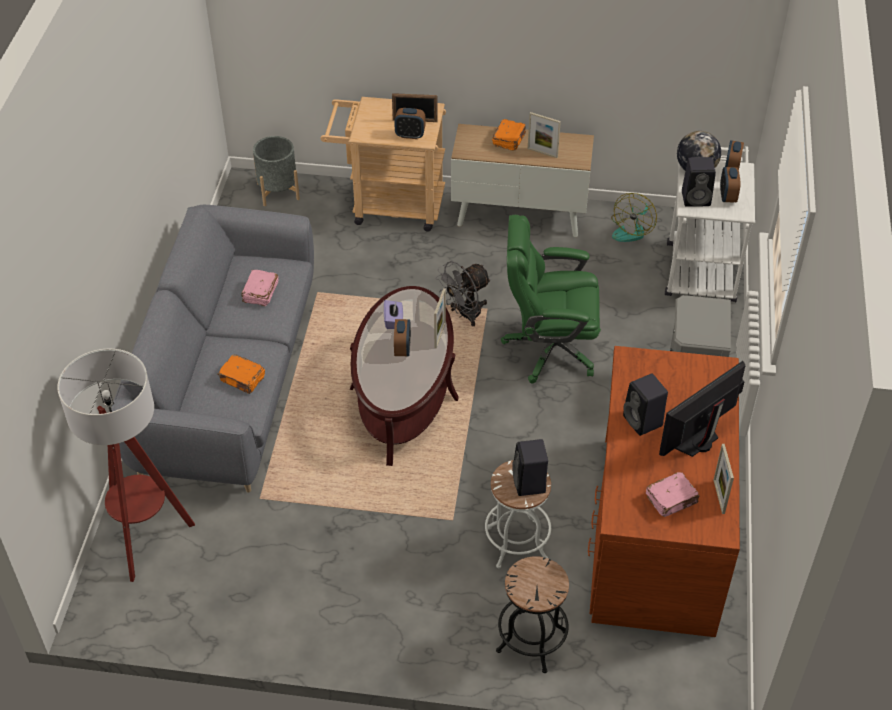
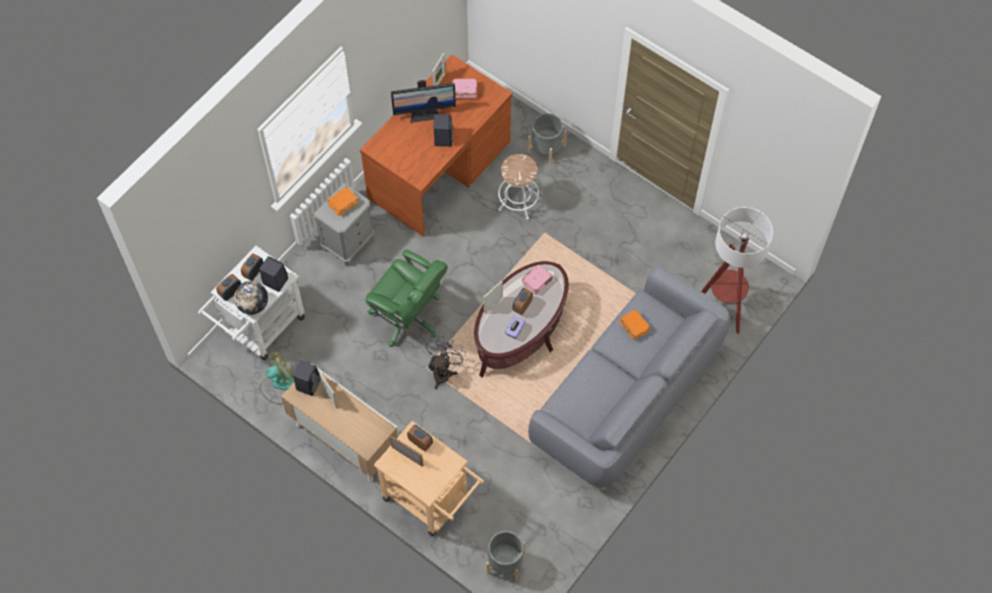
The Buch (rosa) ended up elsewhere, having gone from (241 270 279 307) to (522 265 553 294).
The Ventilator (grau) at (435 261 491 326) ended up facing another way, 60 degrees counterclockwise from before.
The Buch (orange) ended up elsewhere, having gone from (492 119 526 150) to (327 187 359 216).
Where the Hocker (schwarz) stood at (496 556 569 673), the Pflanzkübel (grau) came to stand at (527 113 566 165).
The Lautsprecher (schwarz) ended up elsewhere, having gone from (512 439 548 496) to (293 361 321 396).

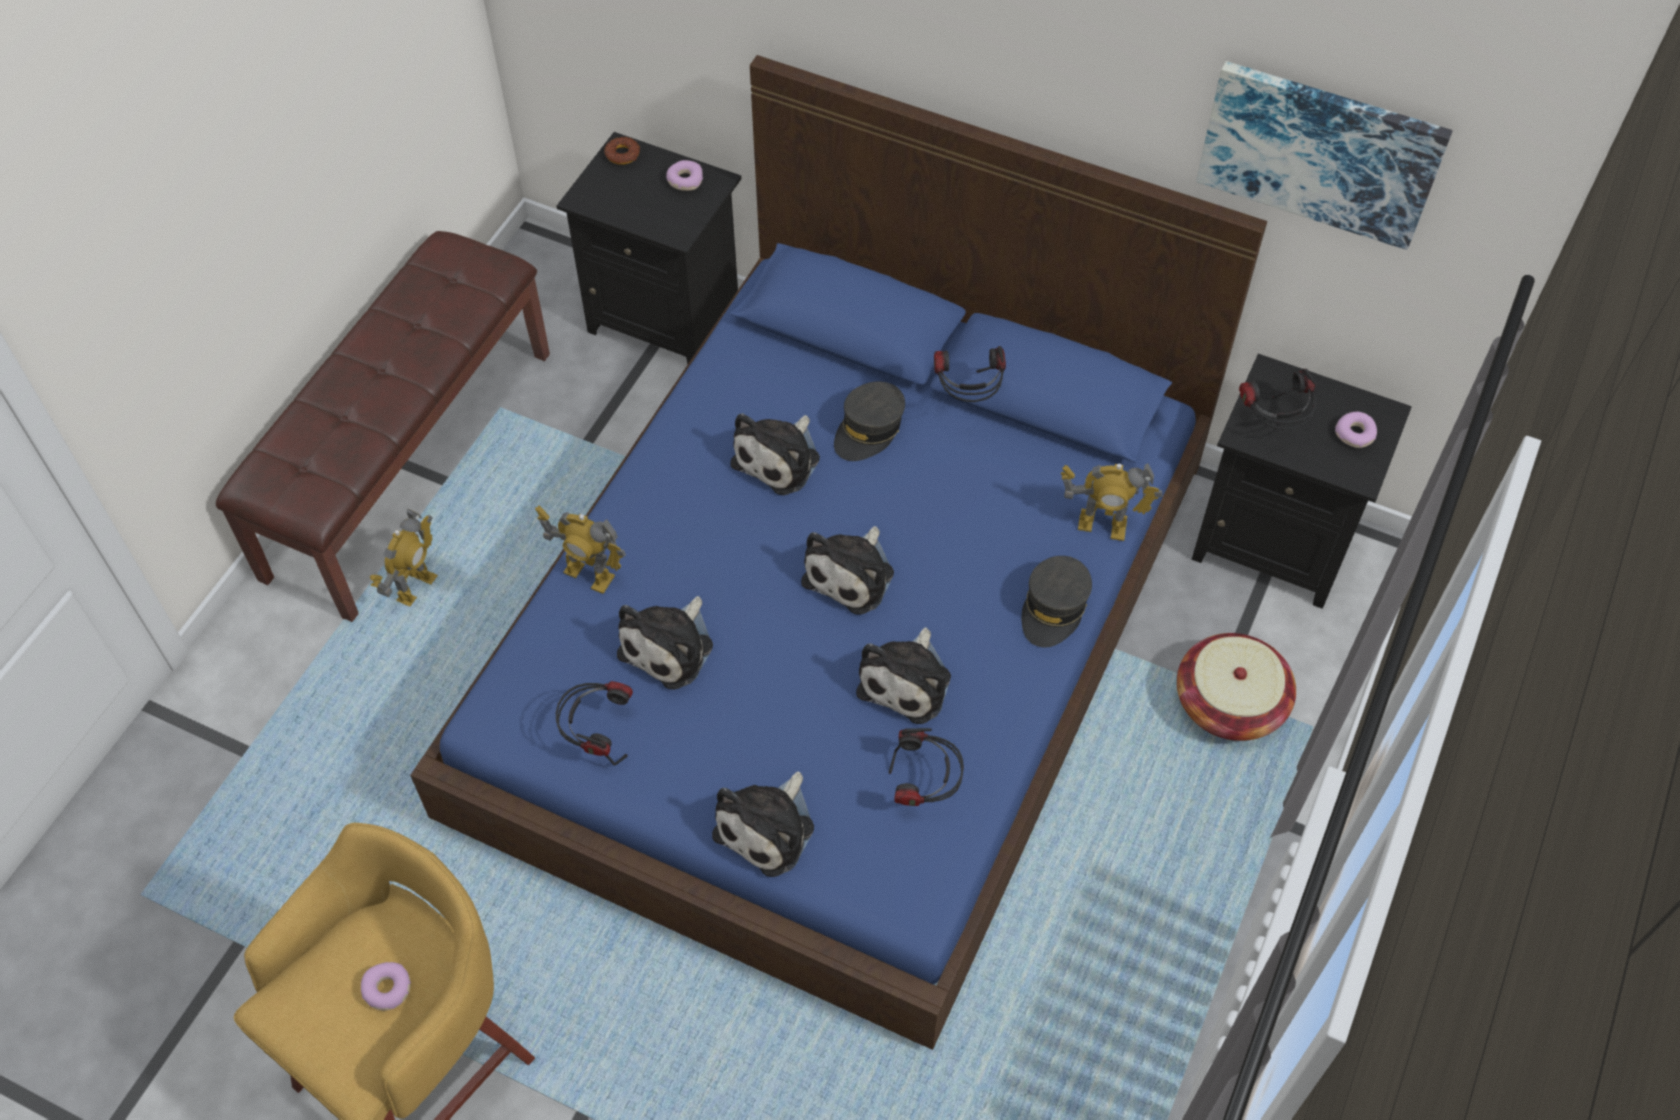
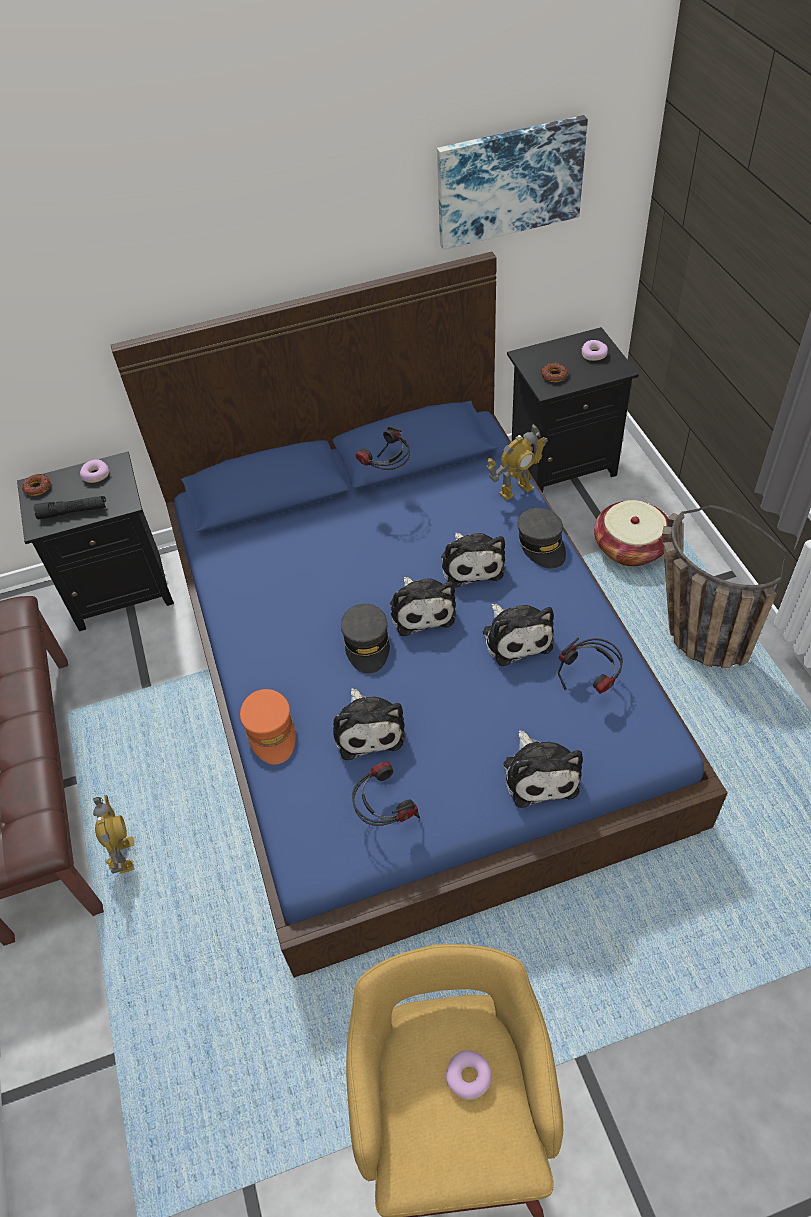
Where the Spielzeugroboter stood at (535 506 626 594), the Kappe (orange) came to stand at (240 689 296 764).
The Plüschtier ended up elsewhere, having gone from (730 413 820 495) to (441 533 505 588).
The Kappe (grau) ended up elsewhere, having gone from (834 382 905 461) to (341 604 390 674).
Where the Kopfhörer stood at (1239 369 1317 430), the Donut came to stand at (541 363 568 382).
The second view gained the Taschenlampe (schwarz) at (34 496 106 519).
The second view gained the Korb at (662 505 787 668).

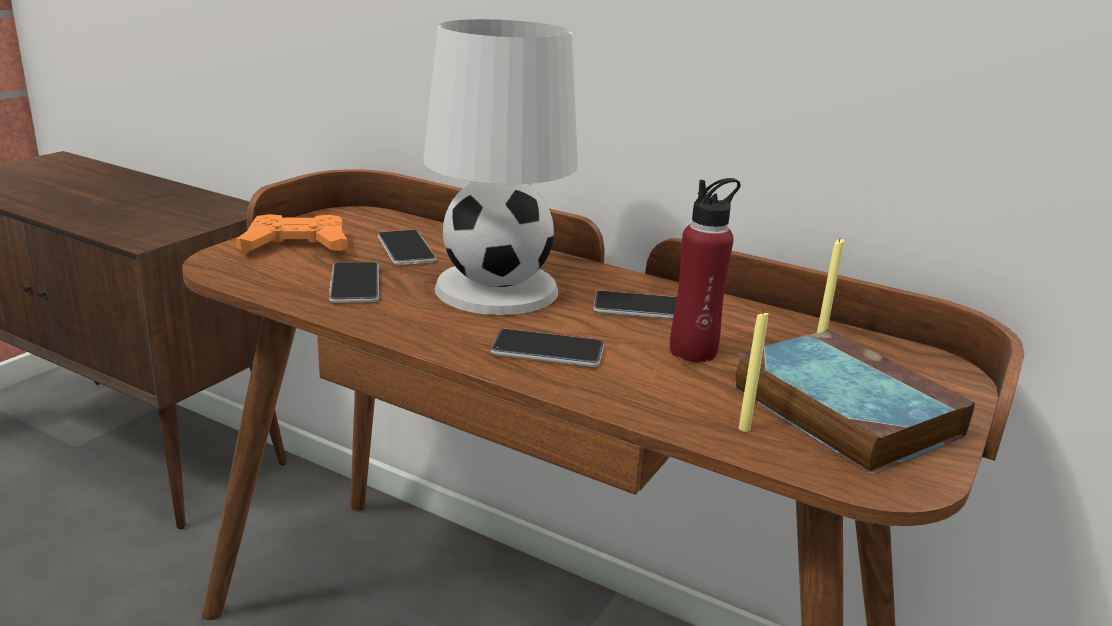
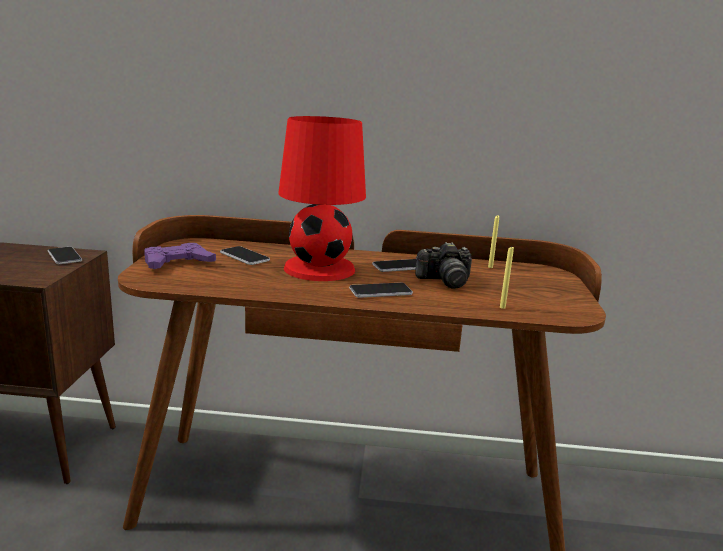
What was the Gamepad (orange) at (236 214 348 251) turned into the Gamepad (lila) at (144 243 216 269).
The Handy ended up elsewhere, having gone from (329 262 379 303) to (48 247 82 264).
What was the Tischlampe (weiß) at (423 19 578 315) turned into the Tischlampe (rot) at (278 116 366 281).
Where the Flasche (rot) stood at (670 178 741 362), the Kamera came to stand at (415 242 472 289).
The second view lost the Buch at (733 329 975 475).

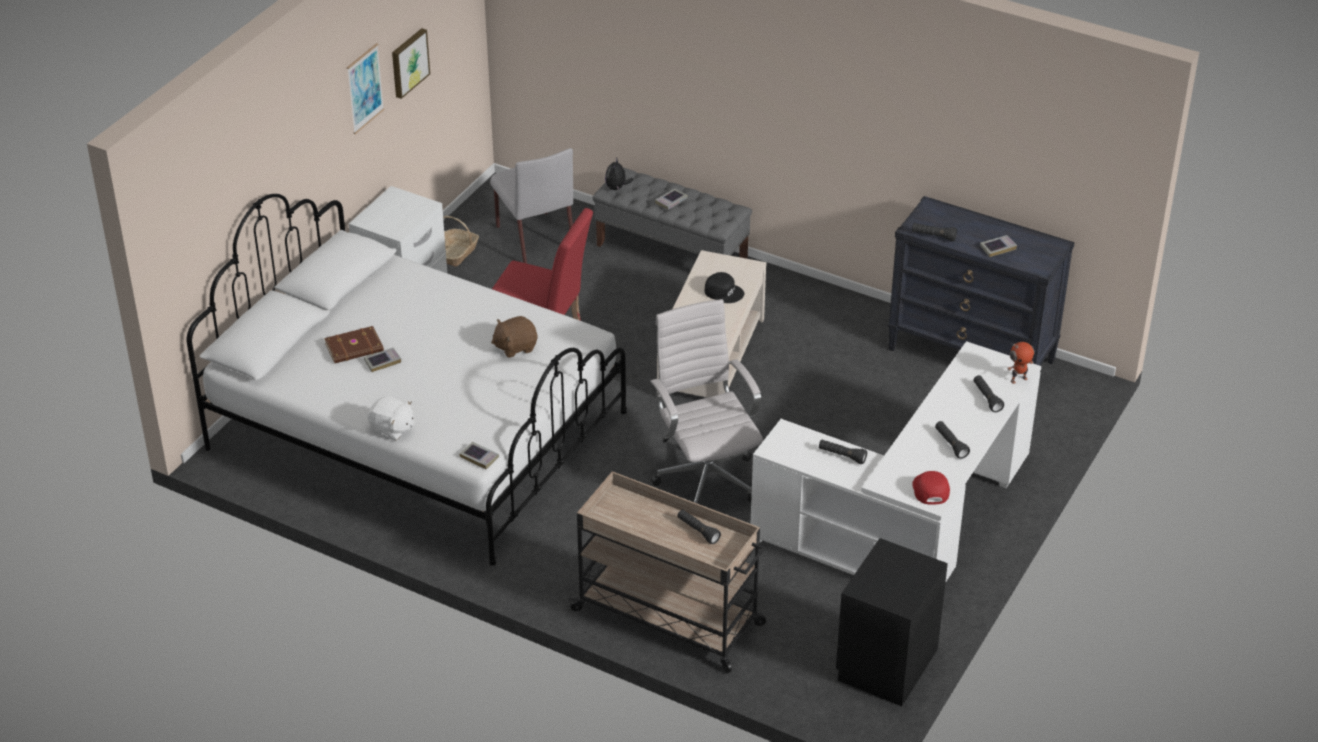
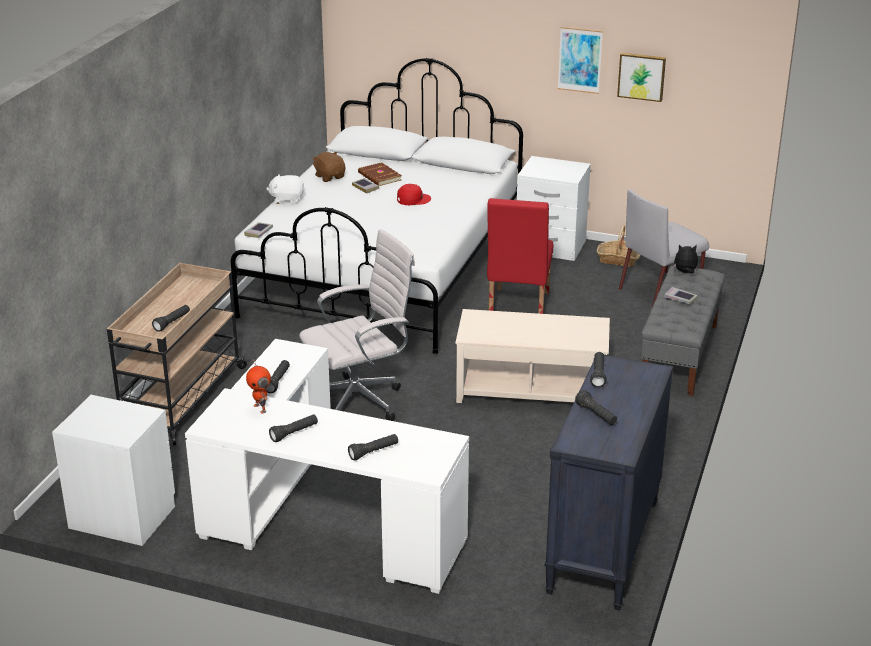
The Plüschtier (weiß) at (367 396 414 441) ended up facing another way, 75 degrees clockwise from before.
The Plüschtier (braun) ended up elsewhere, having gone from (491 316 537 358) to (312 152 345 182).
The second view lost the Kappe (schwarz) at (704 272 744 303).
What was the Nachttisch (schwarz) at (836 538 948 706) turned into the Nachttisch (weiß) at (52 395 175 546).
The Kappe (rot) ended up elsewhere, having gone from (912 471 950 505) to (397 184 431 205).
Where the Buch stood at (980 235 1017 257), the Taschenlampe (schwarz) came to stand at (575 390 617 425).
The Spielzeugroboter ended up elsewhere, having gone from (1007 342 1035 384) to (246 358 271 414).

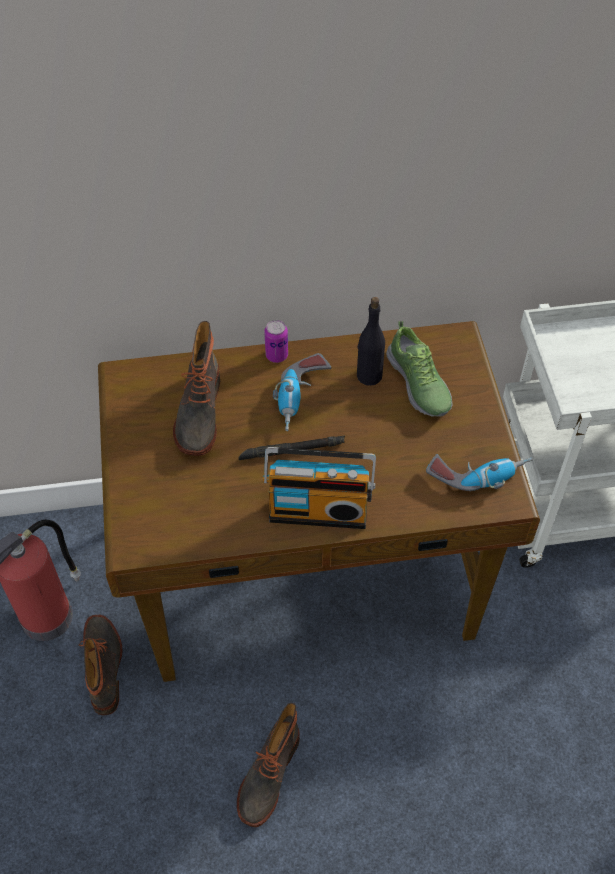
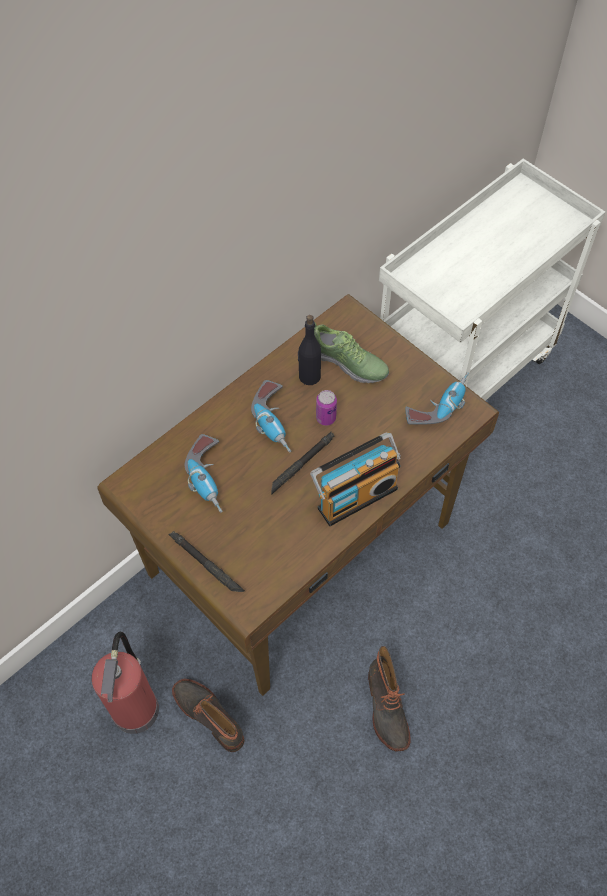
Where the Stiefel stood at (173 321 220 456), the Bohrmaschine came to stand at (185 434 223 513).
The Dose ended up elsewhere, having gone from (264 320 288 363) to (316 390 337 426).
The second view gained the Taschenlampe (schwarz) at (169 531 245 592).

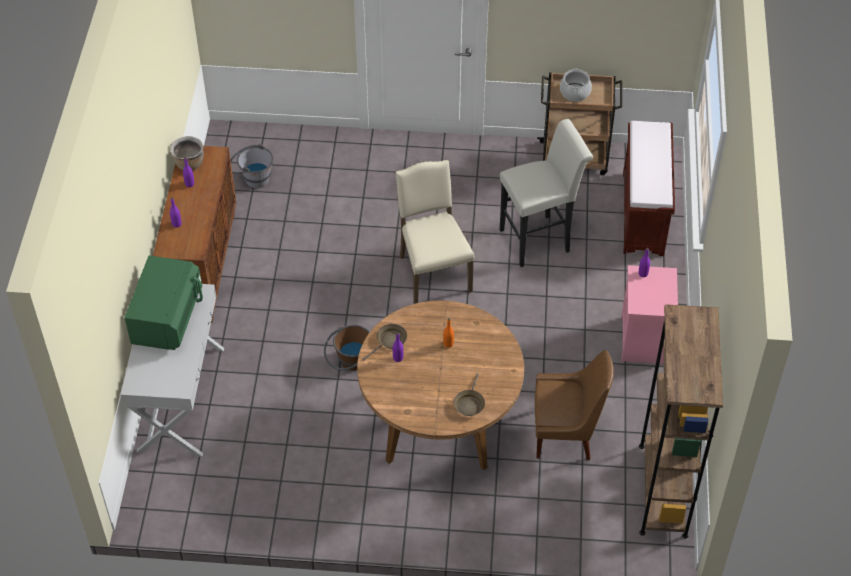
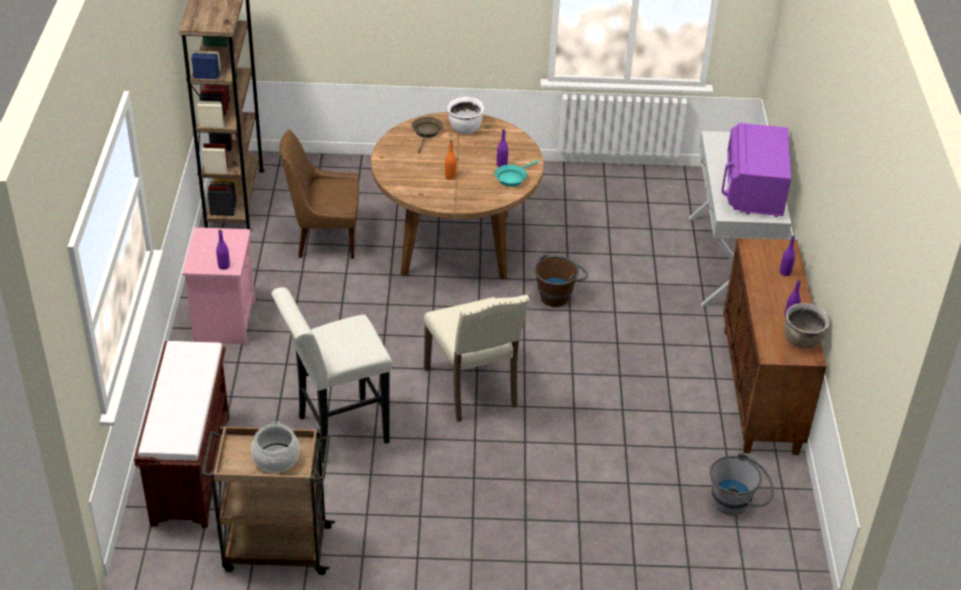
What was the Mikrowelle (grün) at (125 256 203 350) turned into the Mikrowelle (lila) at (722 123 791 217).
What was the Pfanne (braun) at (363 324 407 360) turned into the Pfanne (türkis) at (495 160 539 187).
The second view gained the Kochtopf (weiß) at (447 97 484 134).

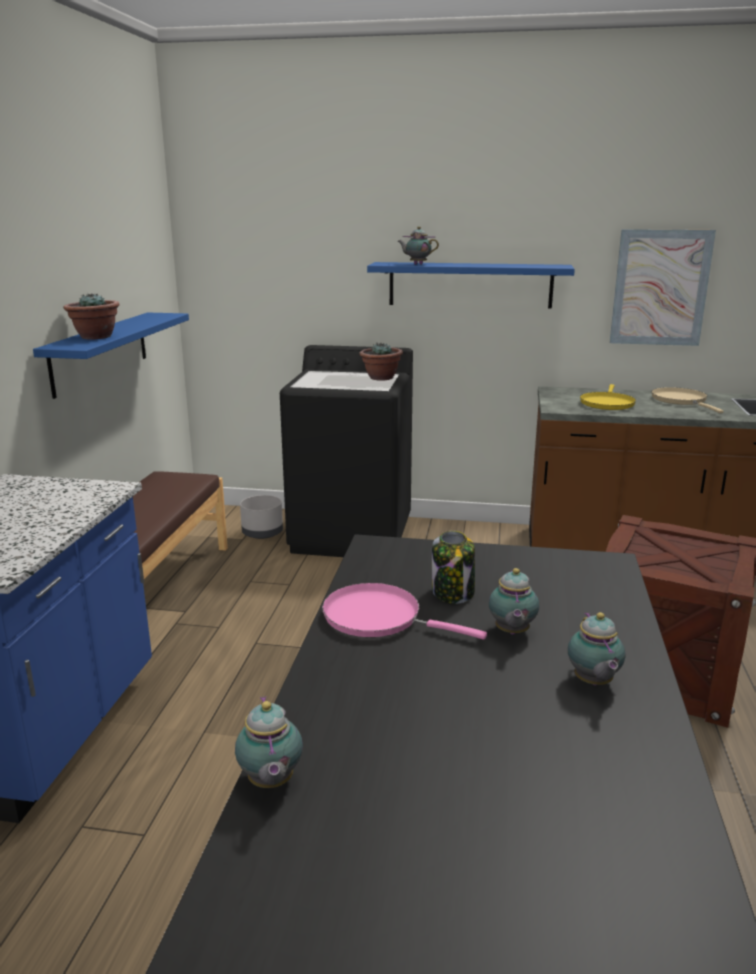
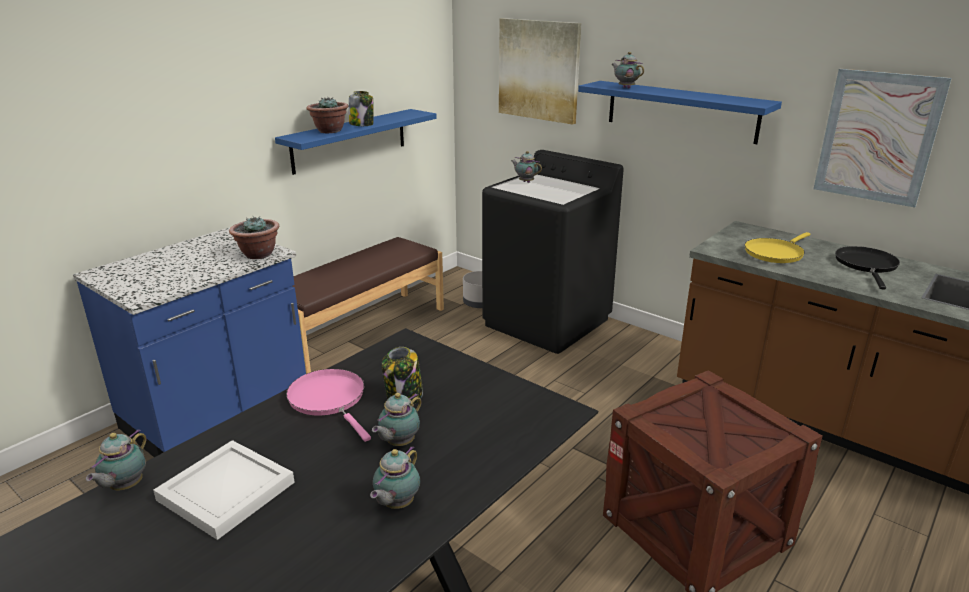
The Topfpflanze ended up elsewhere, having gone from (359 343 403 381) to (229 215 279 259).
What was the Pfanne (beige) at (651 387 724 413) turned into the Pfanne (schwarz) at (835 246 900 290).
The second view gained the Tablett (weiß) at (153 440 295 540).
The second view gained the Vorratsglas at (349 91 374 126).
The second view gained the Bild at (499 18 582 125).
The second view gained the Teekanne at (511 151 542 183).

